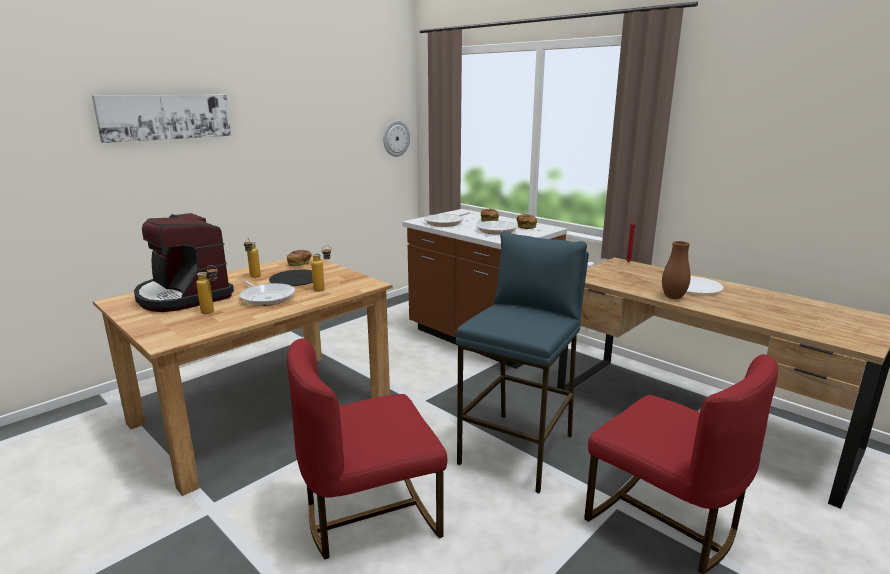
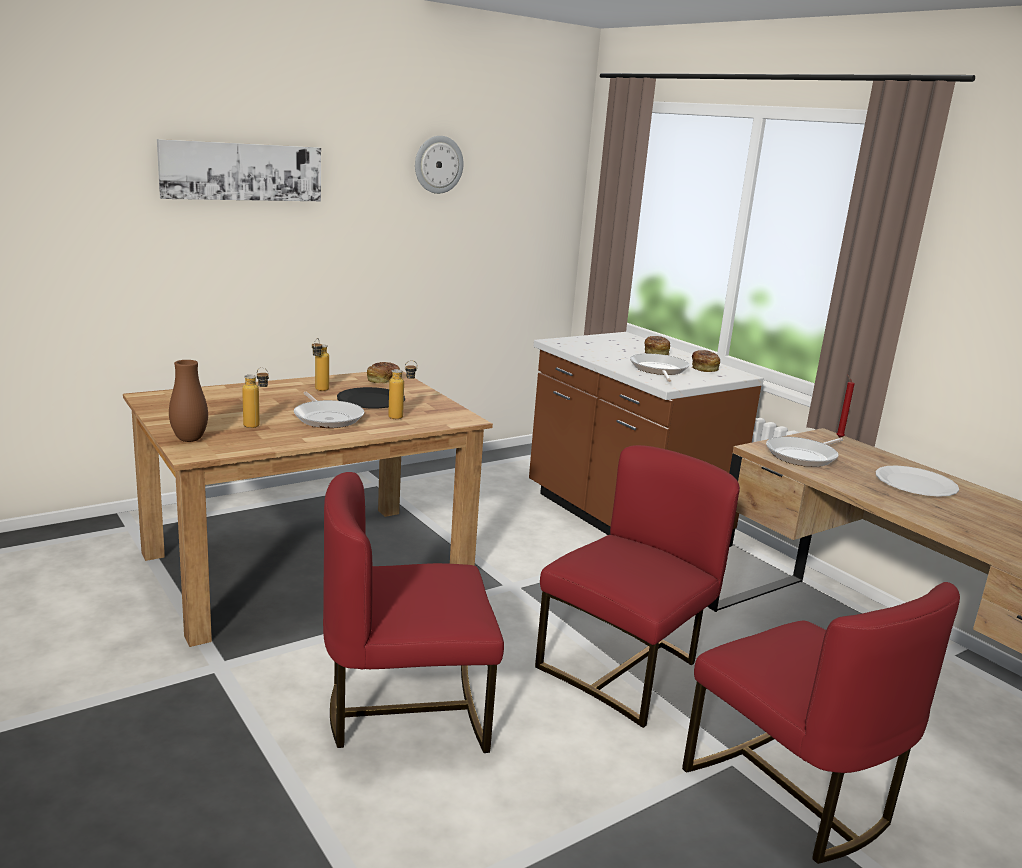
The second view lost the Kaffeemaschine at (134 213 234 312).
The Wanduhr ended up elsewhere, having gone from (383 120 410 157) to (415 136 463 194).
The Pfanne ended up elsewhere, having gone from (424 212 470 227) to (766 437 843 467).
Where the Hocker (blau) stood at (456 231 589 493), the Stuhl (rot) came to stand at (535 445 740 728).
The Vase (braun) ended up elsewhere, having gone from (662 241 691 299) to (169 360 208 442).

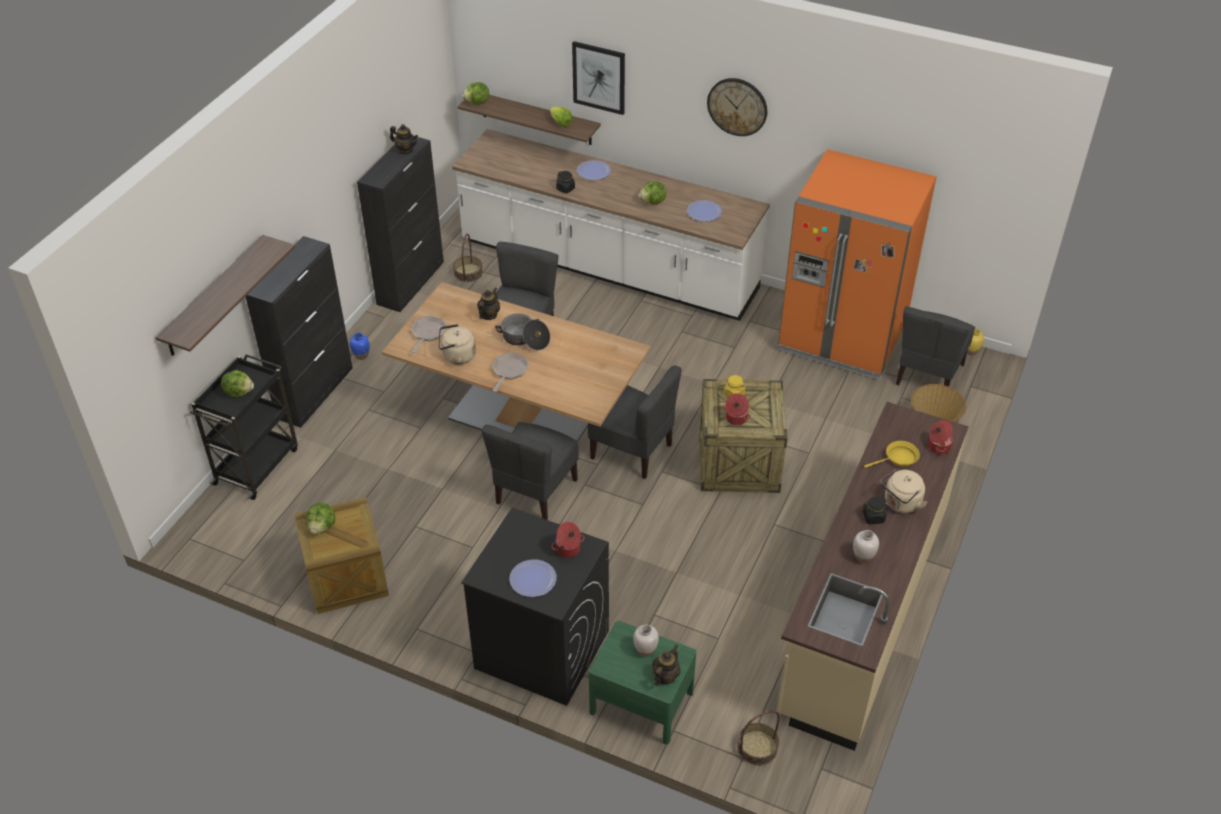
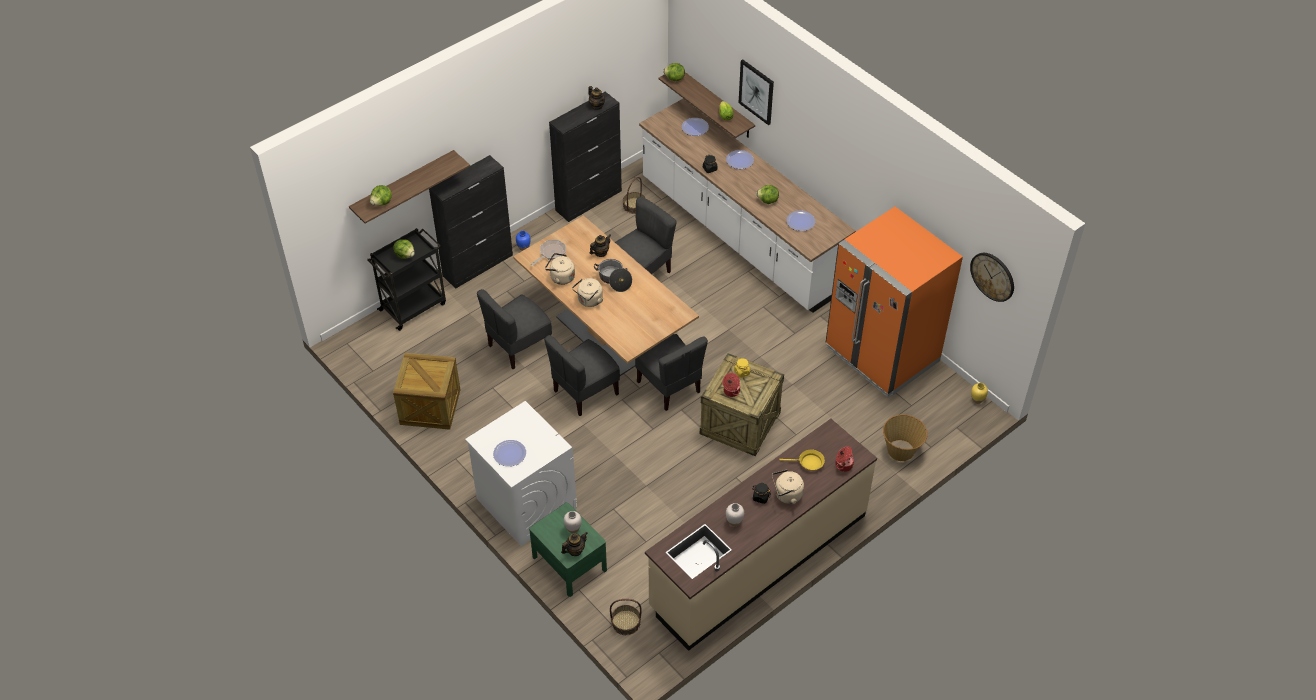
The Salatkopf ended up elsewhere, having gone from (306 503 335 534) to (370 185 392 206).
What was the Waschmaschine (schwarz) at (461 508 609 706) turned into the Waschmaschine (weiß) at (465 401 577 546).
Where the Pfanne stood at (492 353 529 392), the Wasserkessel (beige) came to stand at (572 278 603 307).
The second view lost the Kochtopf at (551 522 585 558).
The Wanduhr ended up elsewhere, having gone from (707 78 767 136) to (970 253 1014 302).
The Stuhl (grau) ended up elsewhere, having gone from (896 306 975 387) to (477 289 552 369).
The second view gained the Teller at (682 118 709 136).

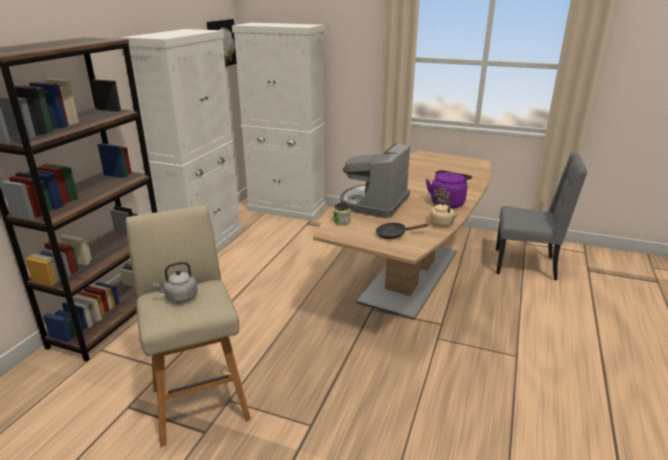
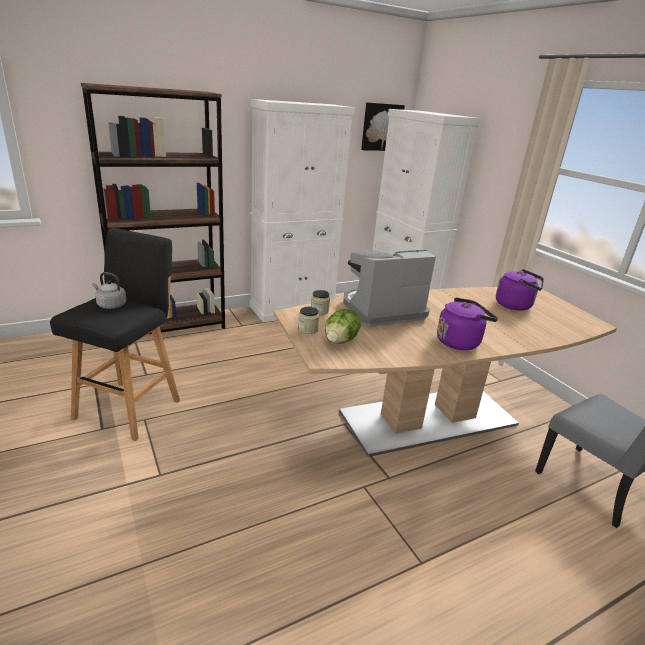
What was the Hocker (beige) at (126 206 251 447) turned into the Hocker (schwarz) at (50 228 180 441).
Where the Pfanne (schwarz) stood at (376 223 428 239), the Salatkopf came to stand at (325 309 361 344).
The second view lost the Wasserkessel (beige) at (429 195 458 227).
The second view gained the Vorratsglas at (298 306 319 334).
The second view gained the Wasserkessel (lila) at (496 269 544 311).

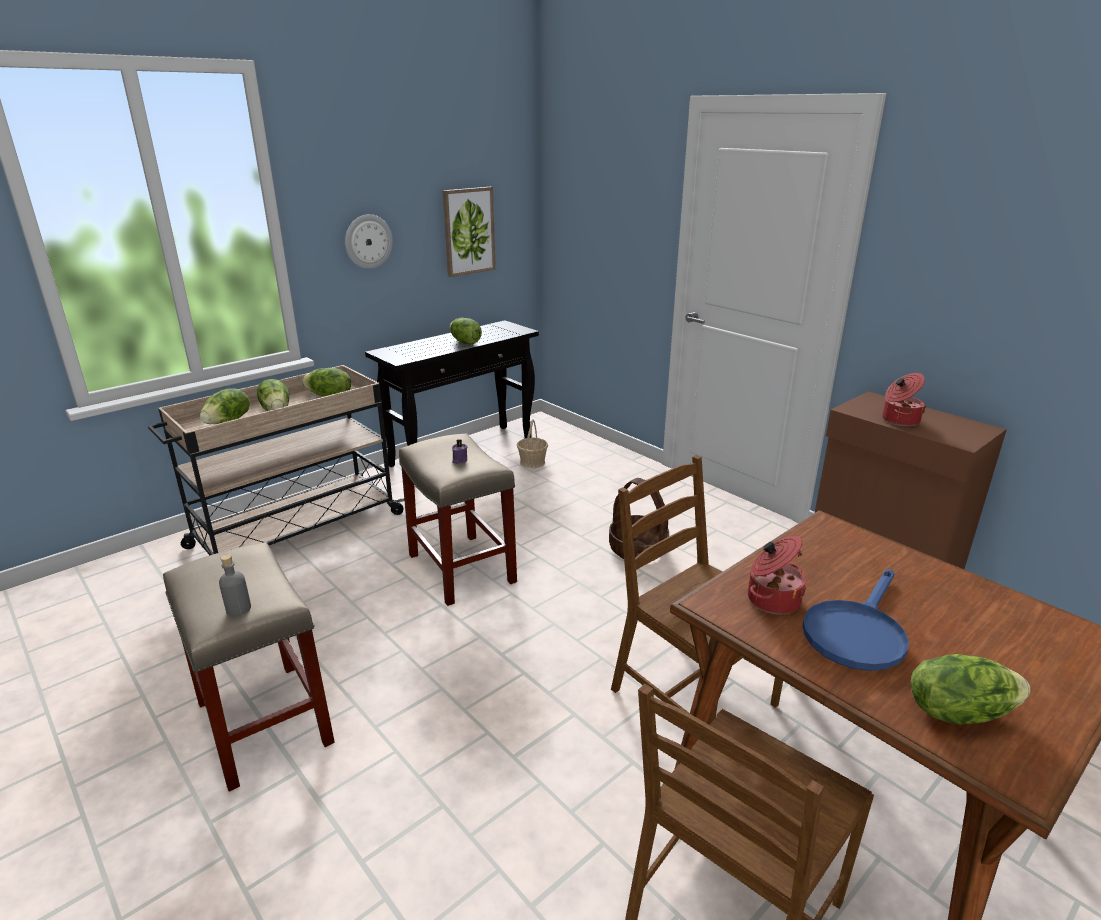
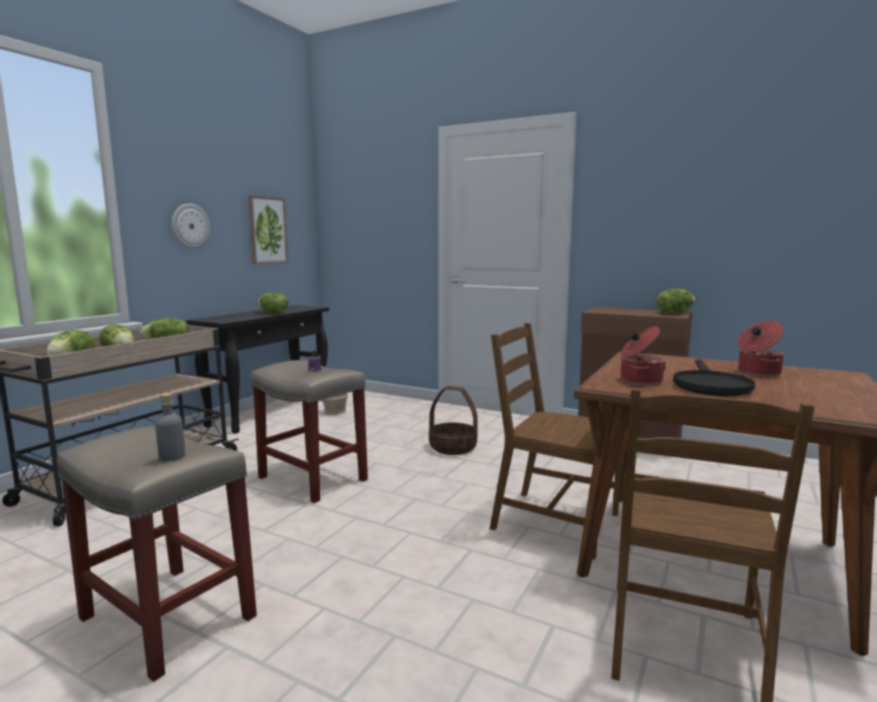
What was the Pfanne (blau) at (802 569 909 671) turned into the Pfanne (schwarz) at (673 359 755 396).
The Kochtopf ended up elsewhere, having gone from (882 373 926 426) to (738 321 784 376).
The Salatkopf ended up elsewhere, having gone from (911 654 1030 725) to (656 288 696 313).

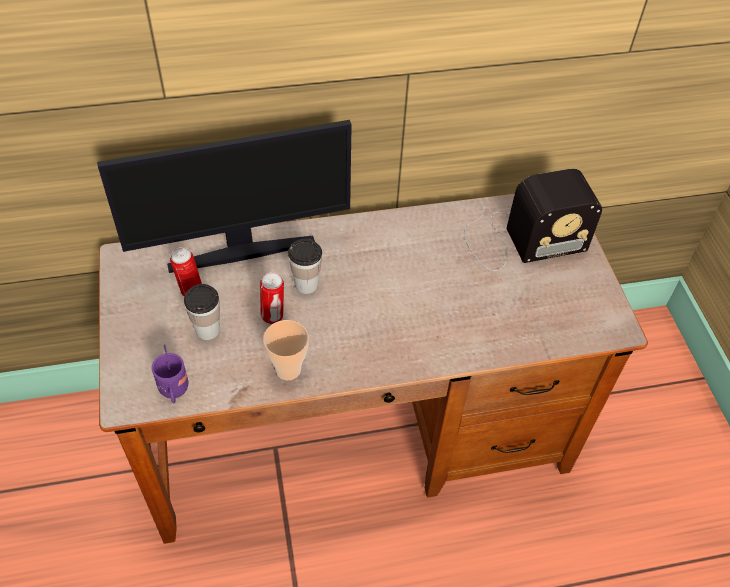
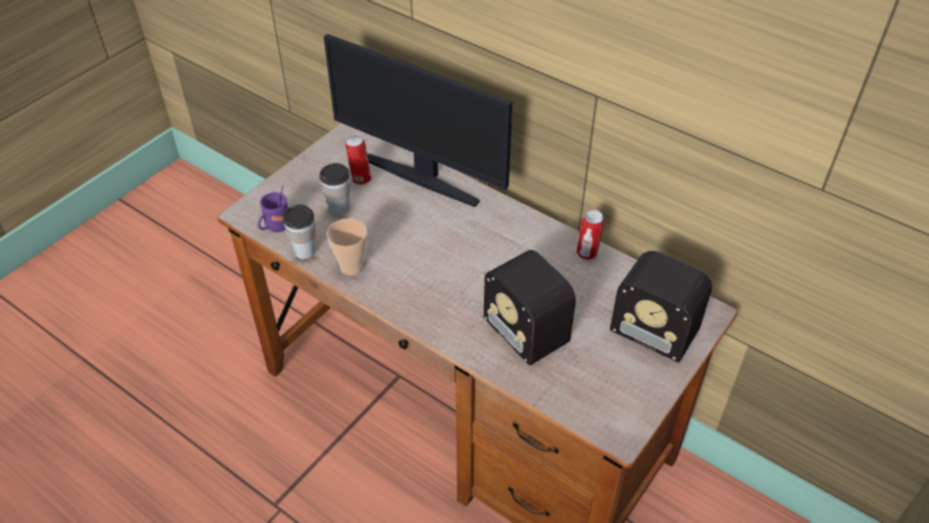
The Dose ended up elsewhere, having gone from (260 272 284 324) to (577 209 604 260).
The Tasse ended up elsewhere, having gone from (288 239 322 294) to (283 204 316 259).
The second view gained the Radio at (461 250 576 365).

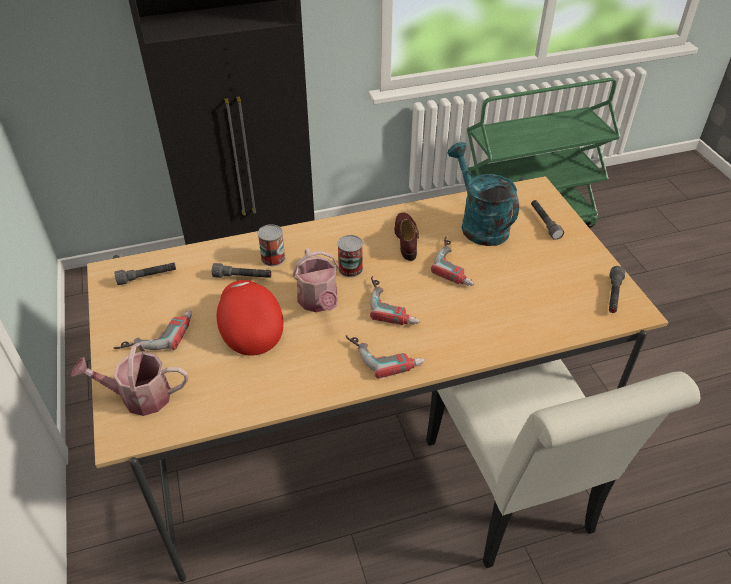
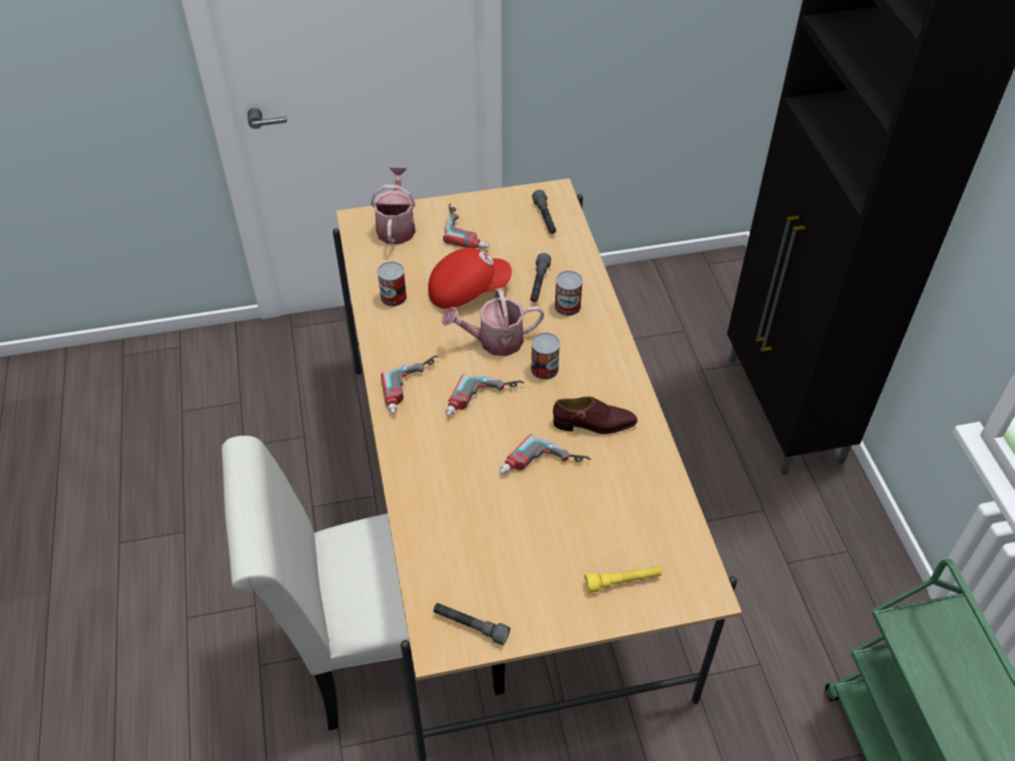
The second view lost the Gießkanne (türkis) at (447 142 519 246).
What was the Taschenlampe (grau) at (531 200 564 240) turned into the Taschenlampe (gelb) at (584 566 662 593).
The second view gained the Dose at (377 261 407 307).

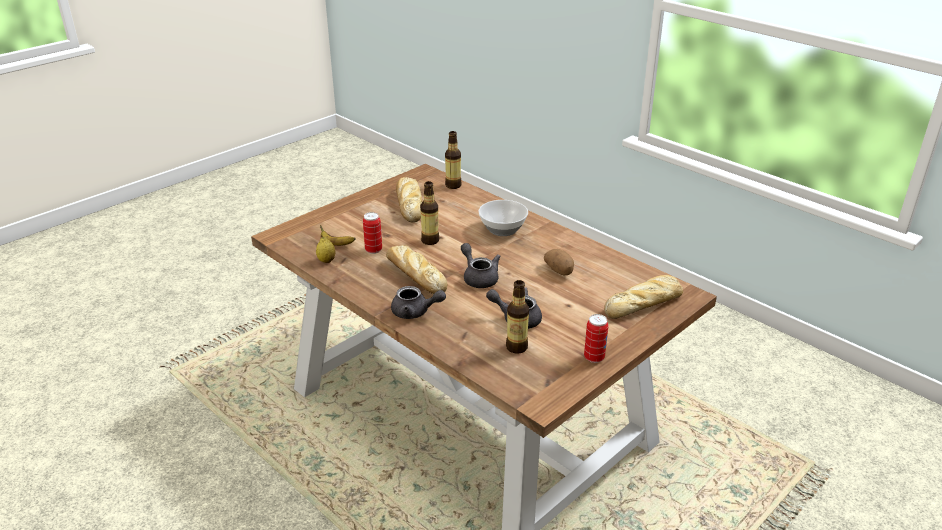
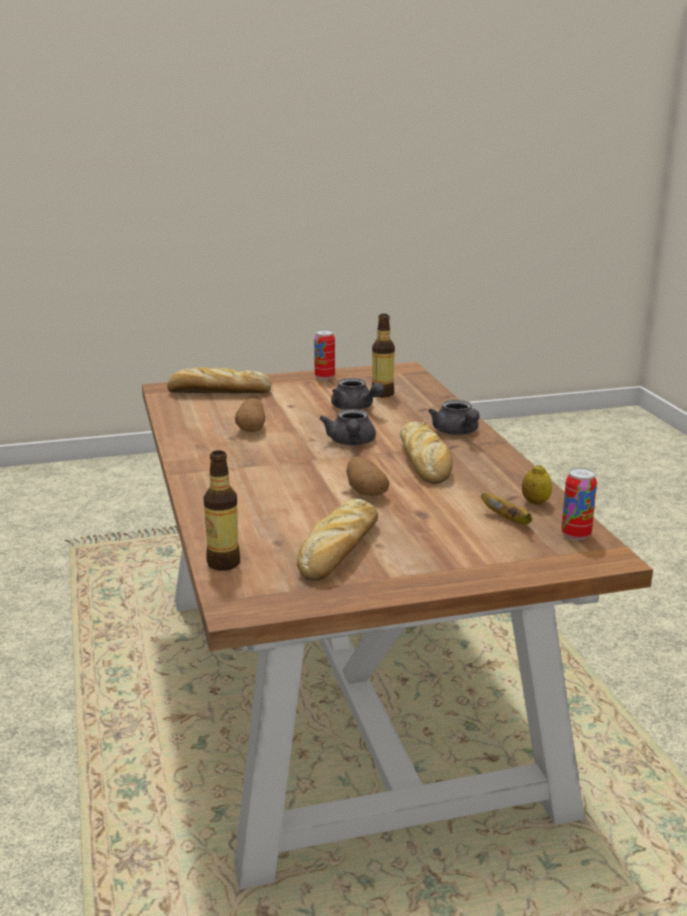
The Dose ended up elsewhere, having gone from (363 212 382 254) to (561 468 597 540).
The Teekanne (grau) at (391 286 446 319) ended up facing another way, 150 degrees counterclockwise from before.
Where the Flasche stood at (420 181 439 245), the Kartoffel came to stand at (346 456 389 496).
The second view lost the Schüssel at (478 200 528 236).

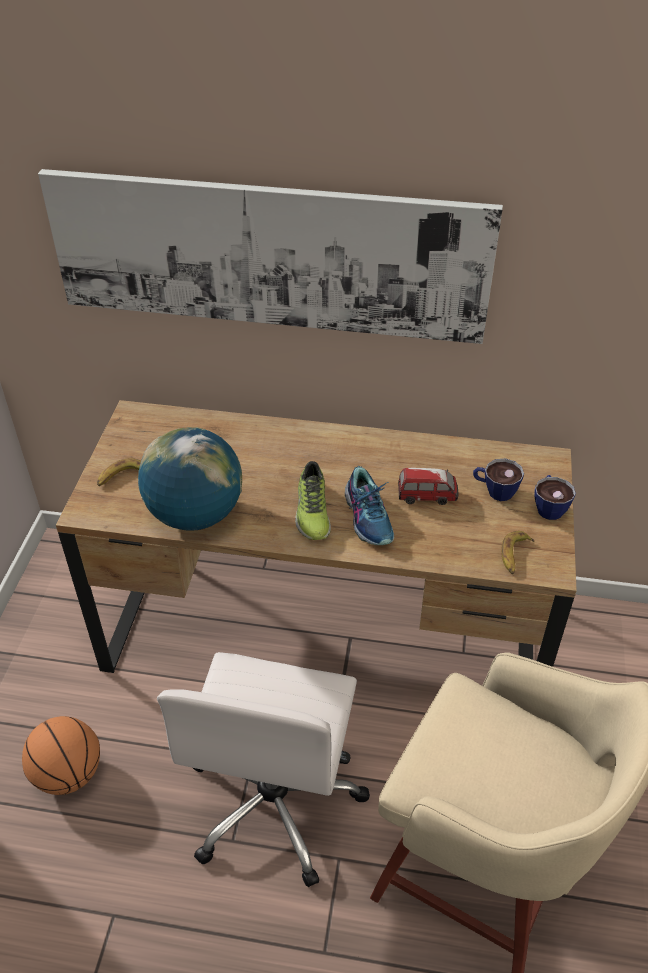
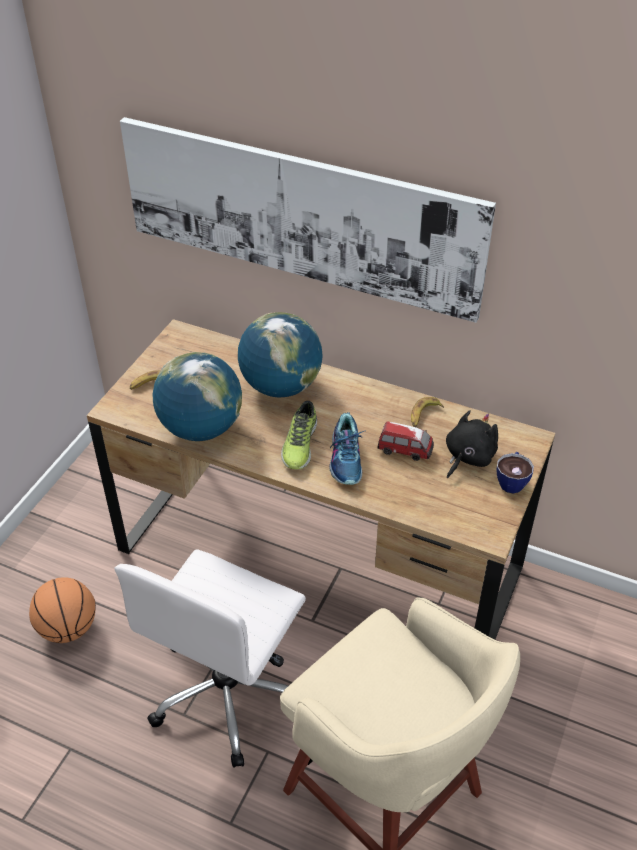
Where the Tasse stood at (473 459 524 501), the Plüschtier (schwarz) came to stand at (446 410 498 478).
The Banane ended up elsewhere, having gone from (501 531 535 574) to (411 397 444 427).
The second view gained the Globus at (238 312 323 397).

